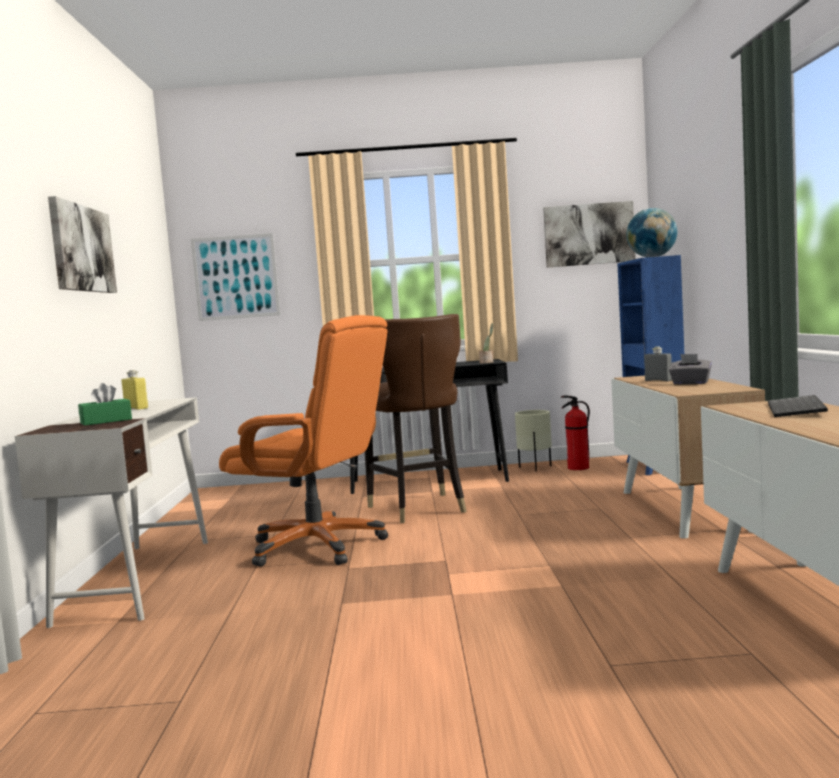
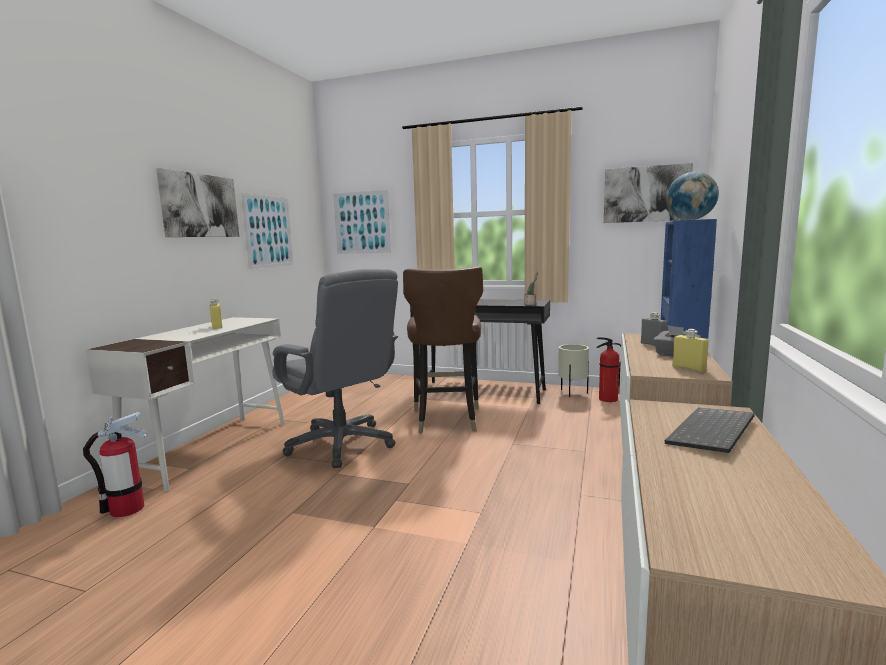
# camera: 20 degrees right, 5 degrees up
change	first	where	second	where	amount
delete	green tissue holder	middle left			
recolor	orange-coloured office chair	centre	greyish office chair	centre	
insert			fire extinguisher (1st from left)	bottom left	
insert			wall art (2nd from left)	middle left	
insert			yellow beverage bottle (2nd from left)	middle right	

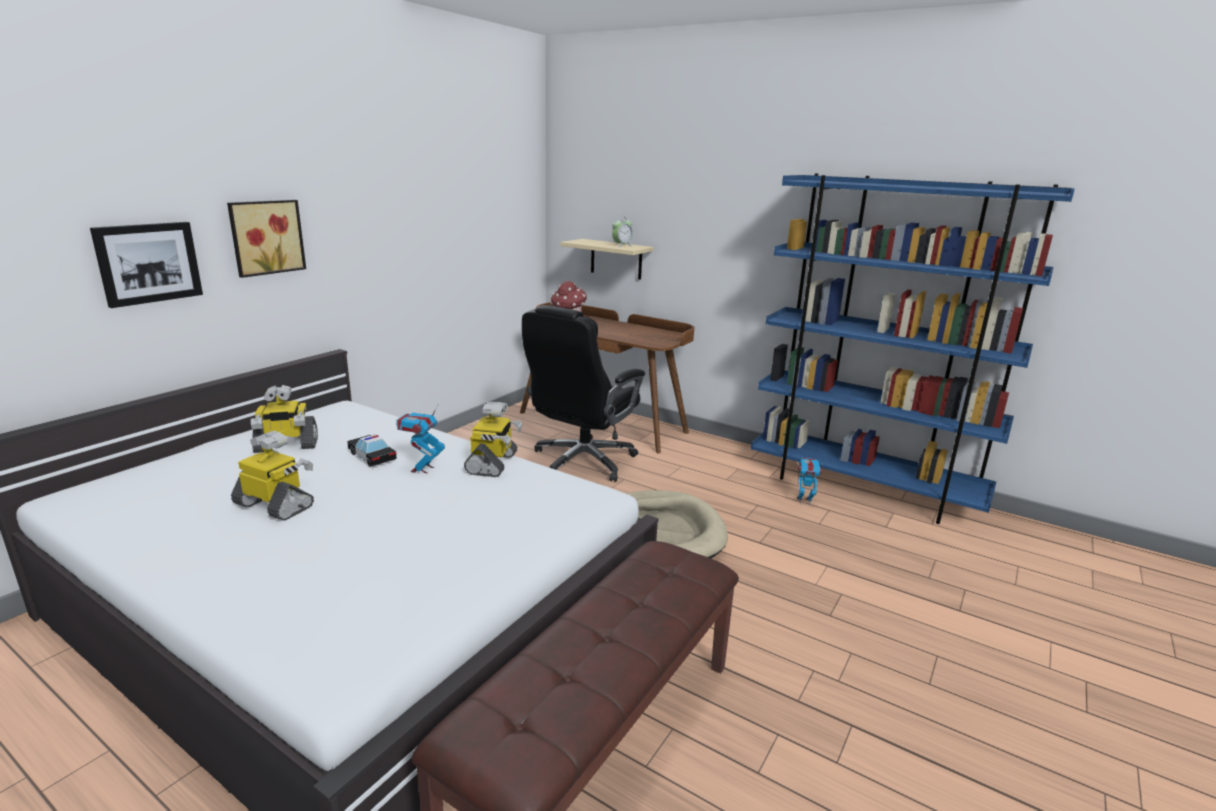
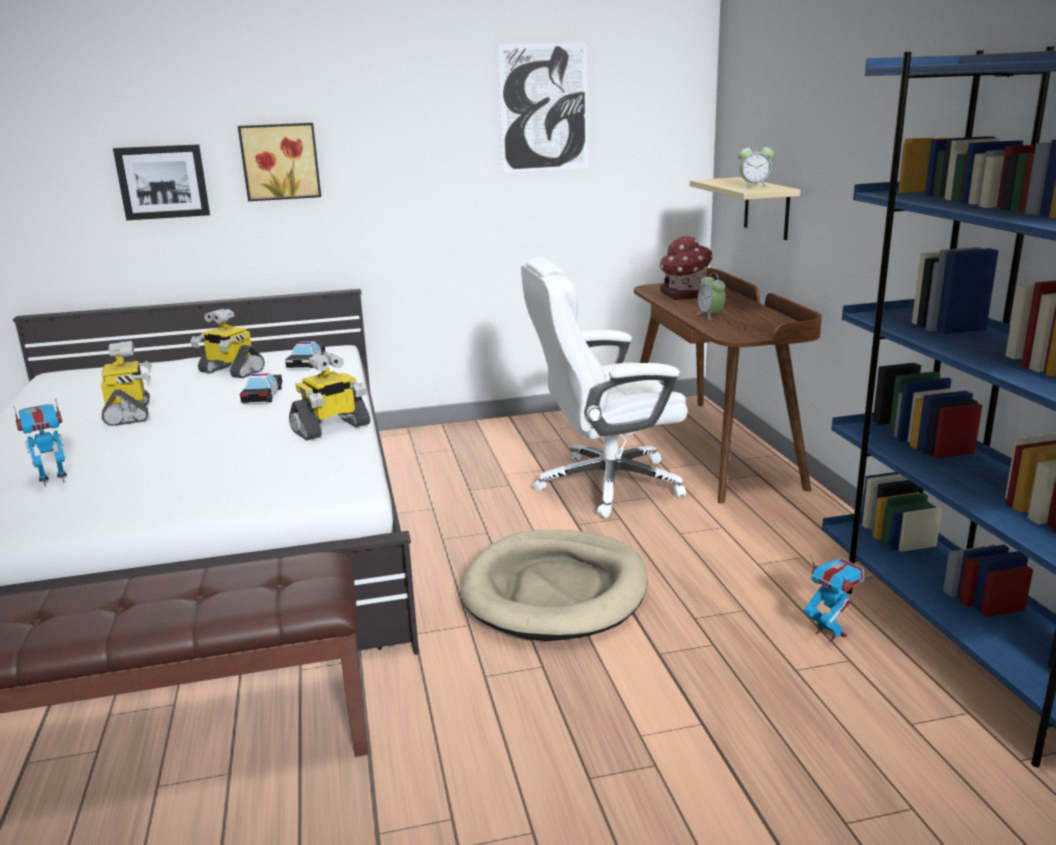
# camera: 45 degrees right, 0 degrees up
change	first	where	second	where	amount
move	model robot (3rd from left in the first image)	centre	model robot (1st from left)	middle left	
recolor	blackish office chair	centre	white-coloured office chair	centre	
insert			miniature car (2nd from left)	middle left	
insert			wall art (3rd from left)	top centre	
insert			table clock (1st from left)	middle right	

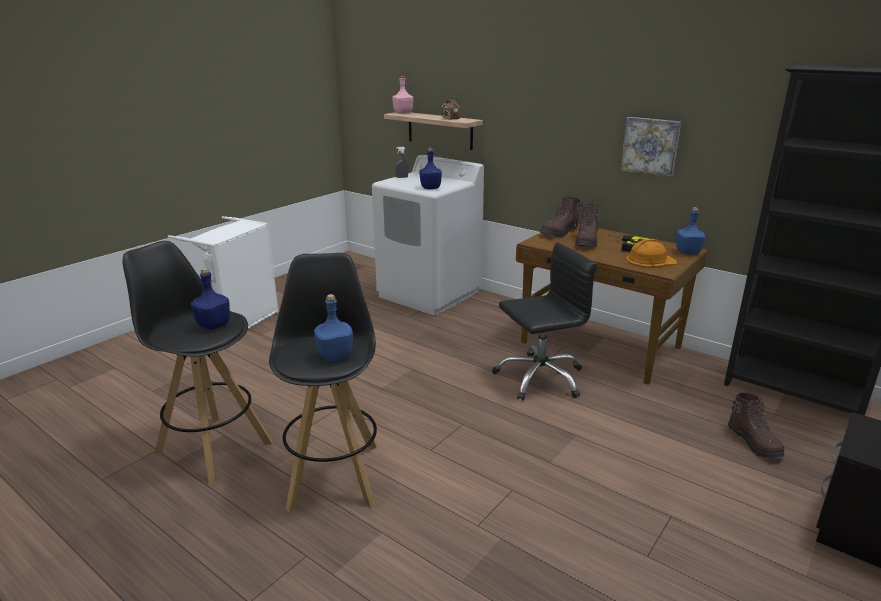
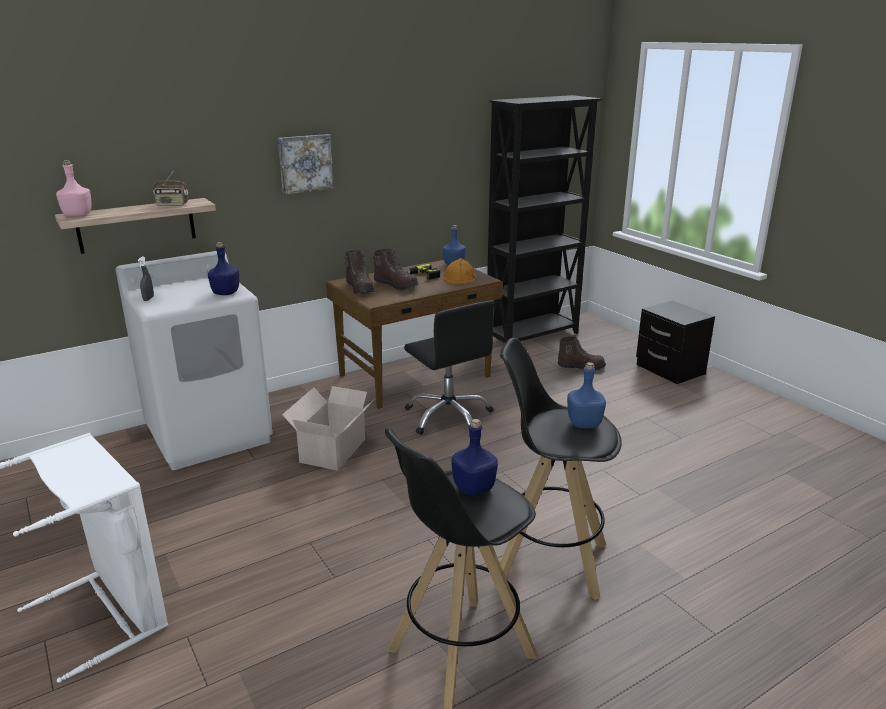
# camera: 70 degrees left, 0 degrees up
change	first	where	second	where	amount
rotate	blackish office chair	centre		centre	150 degrees clockwise
move	wall art	top right		top centre	
insert			packing box	centre	

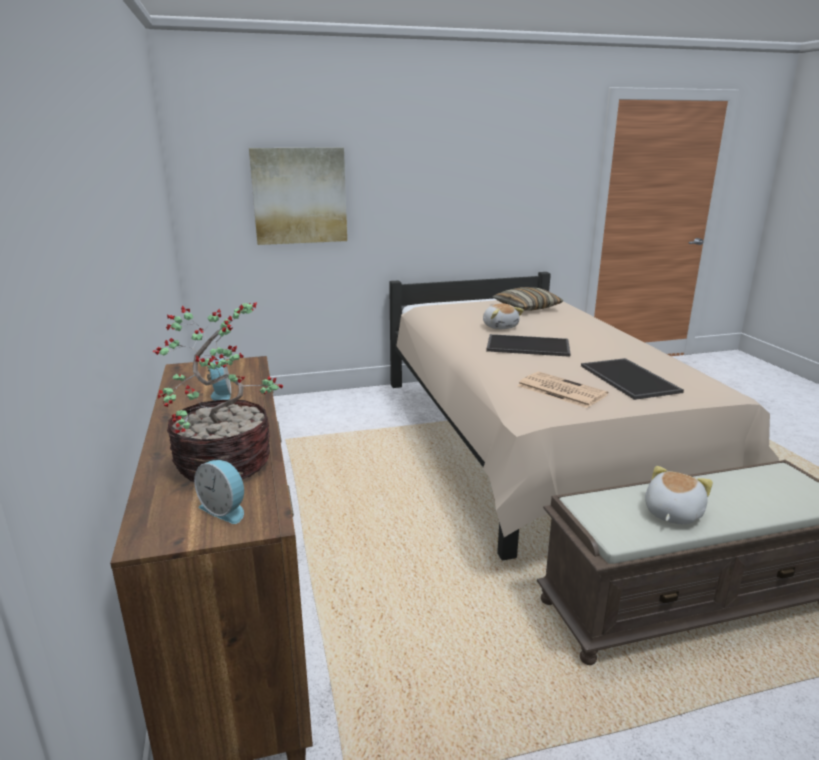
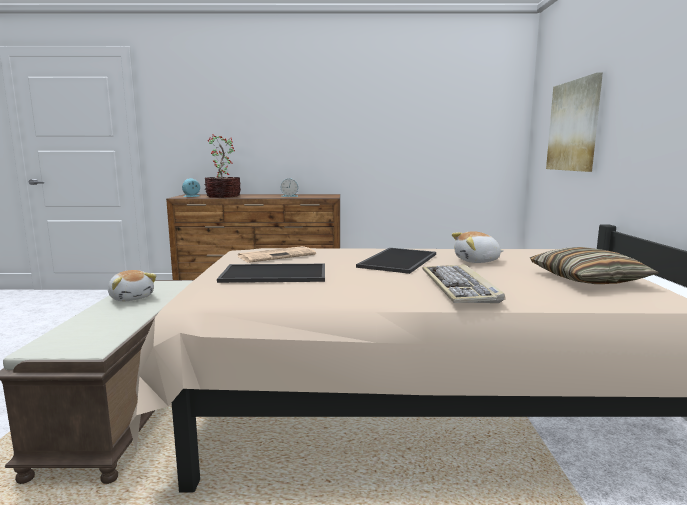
# camera: 105 degrees right, 10 degrees down
change	first	where	second	where	amount
insert			keyboard	middle right	

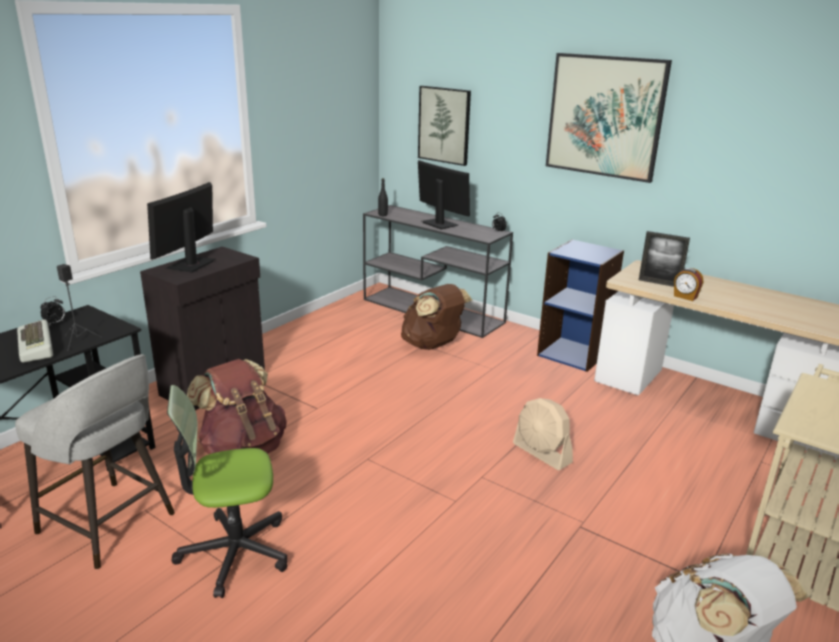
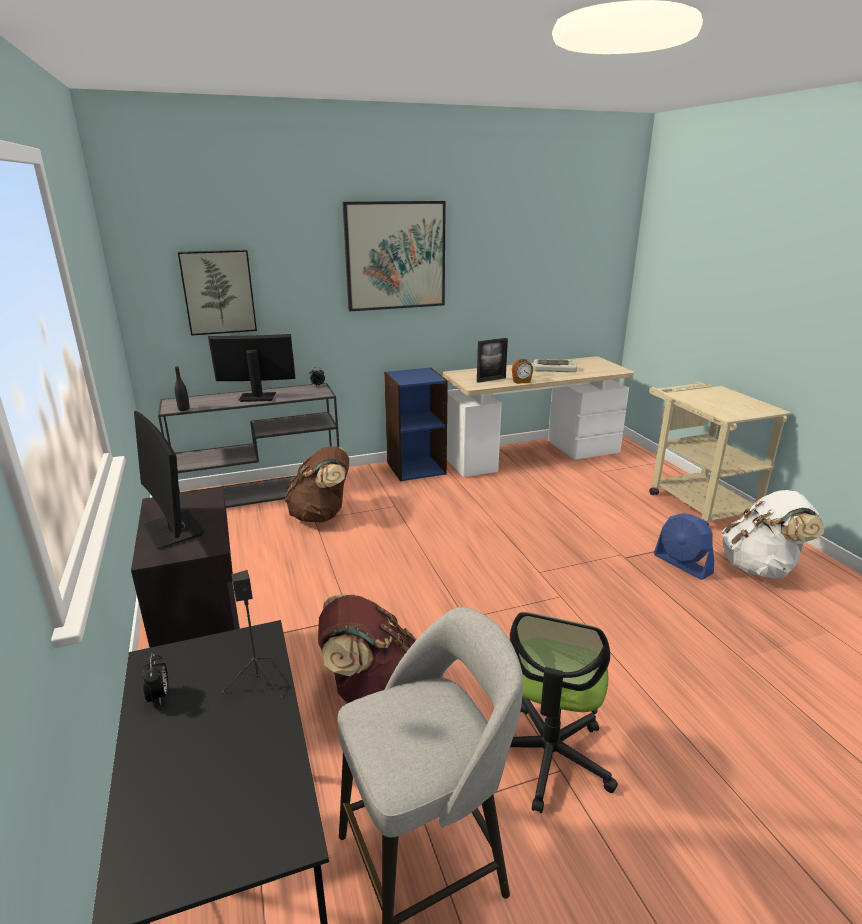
# camera: 55 degrees left, 0 degrees up
change	first	where	second	where	amount
move	keyboard	middle left		centre	
delete	beige fan	bottom centre			
insert			bluish fan	middle right	

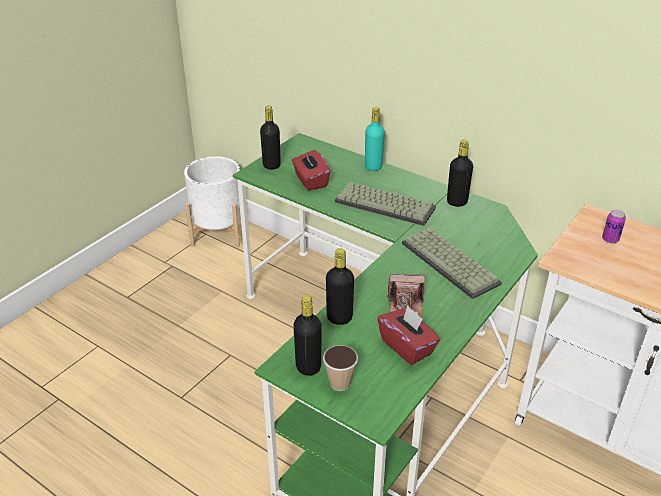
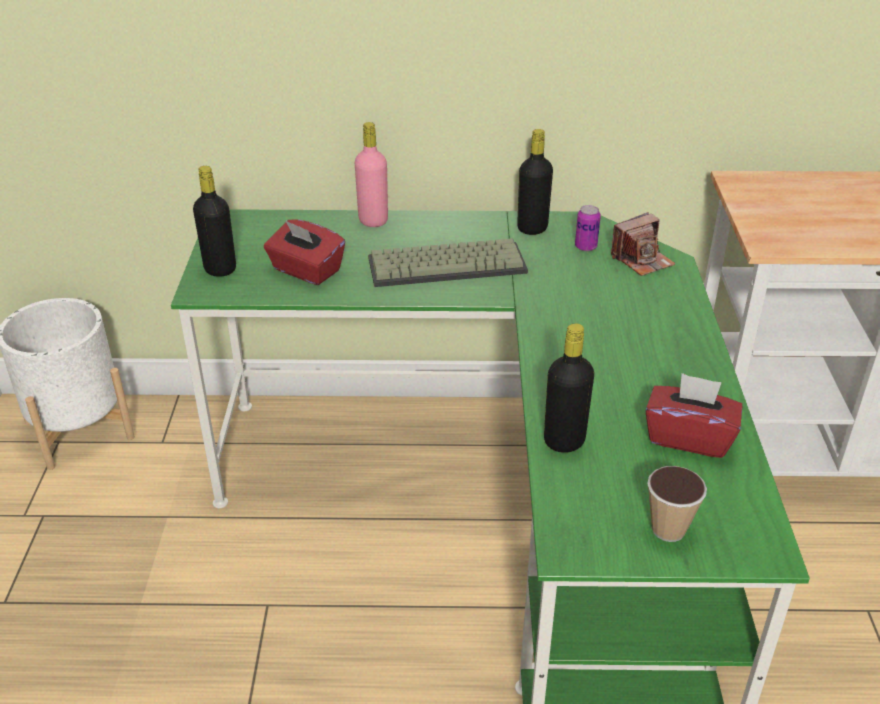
# camera: 35 degrees left, 0 degrees up
change	first	where	second	where	amount
delete	blackish beverage bottle (2nd from left)	bottom centre			
recolor	turquoise beverage bottle	top centre	pink-coloured beverage bottle	top centre	
move	still camera	centre		middle right	
delete	keyboard (2nd from left)	middle right			
move	can	middle right		top right	

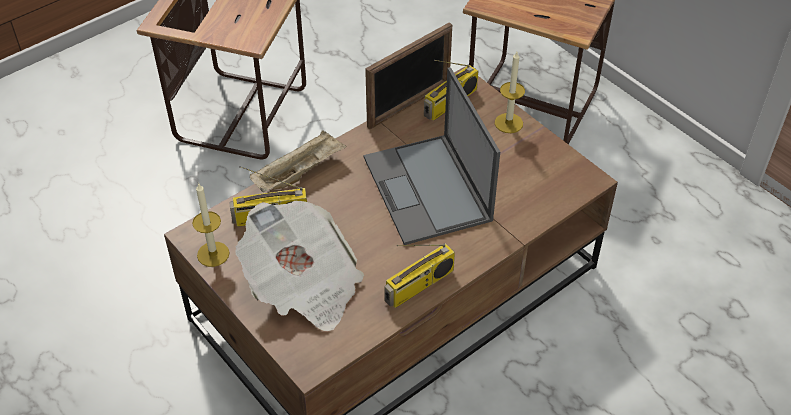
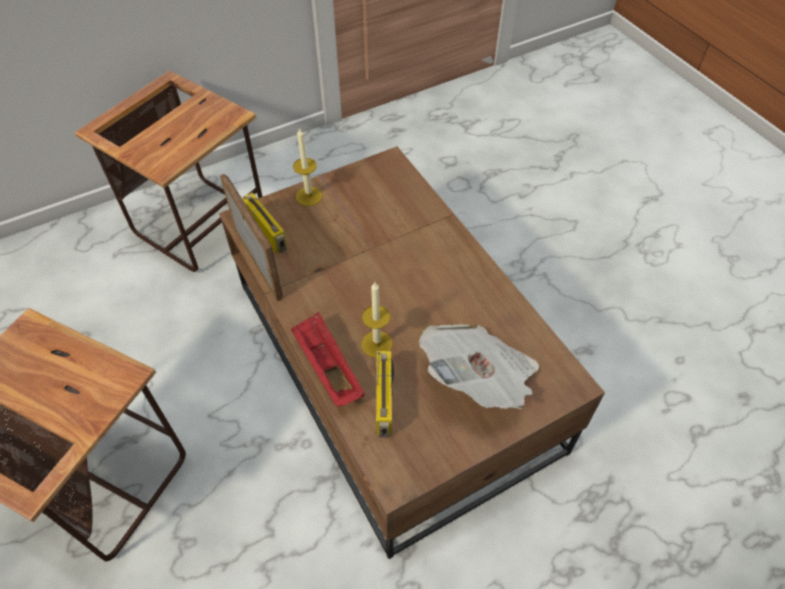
# camera: 80 degrees left, 5 degrees up
change	first	where	second	where	amount
move	candle (1st from left in the first image)	middle left	candle (2nd from left)	centre	
recolor	beige tray	centre	red-coloured tray	centre	
delete	laptop	centre			
delete	radio (2nd from left)	centre			

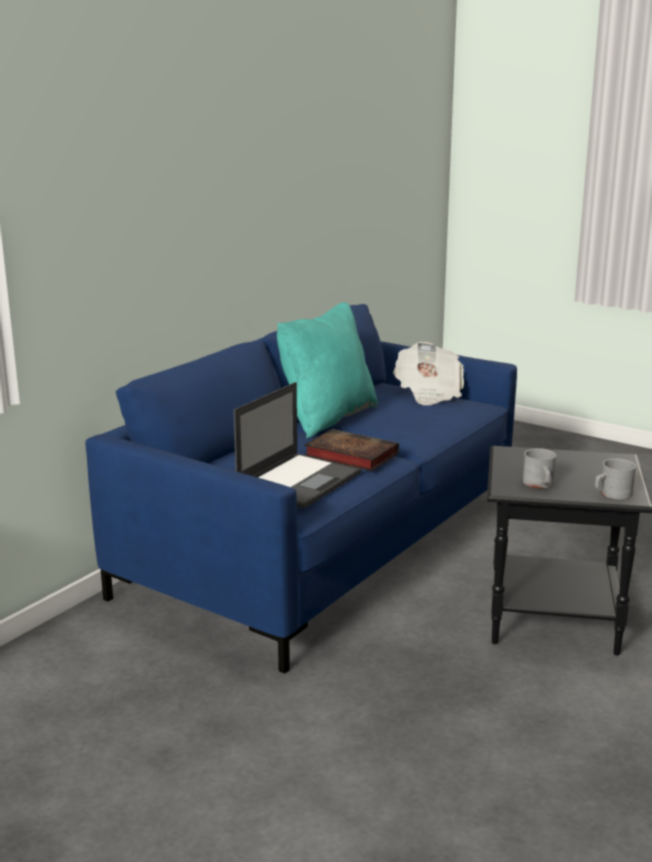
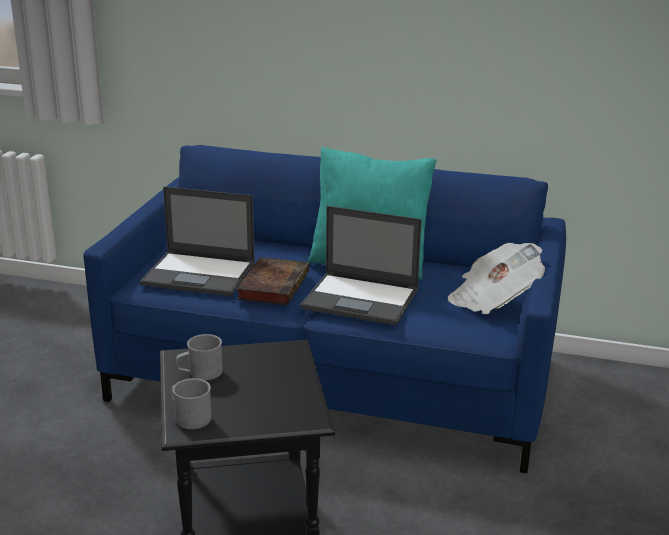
# camera: 70 degrees right, 5 degrees up
change	first	where	second	where	amount
insert			laptop (2nd from left)	centre	

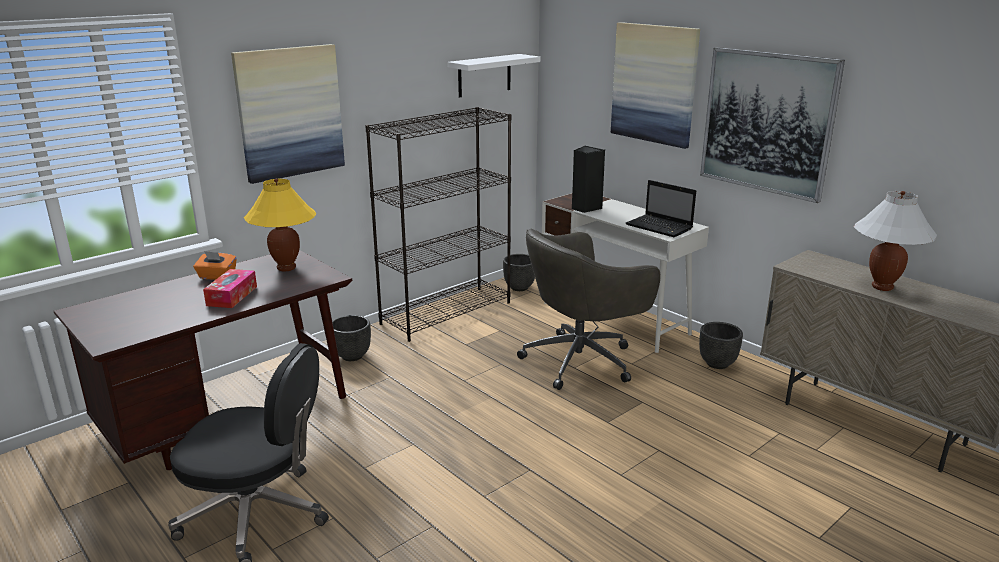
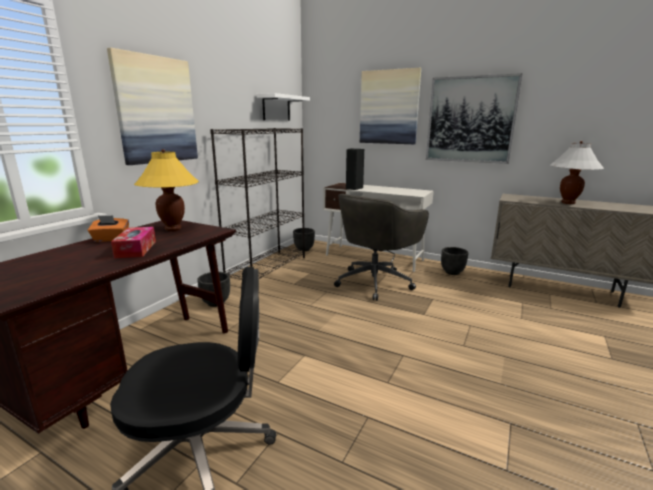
# camera: 20 degrees left, 5 degrees down
change	first	where	second	where	amount
delete	laptop	centre			

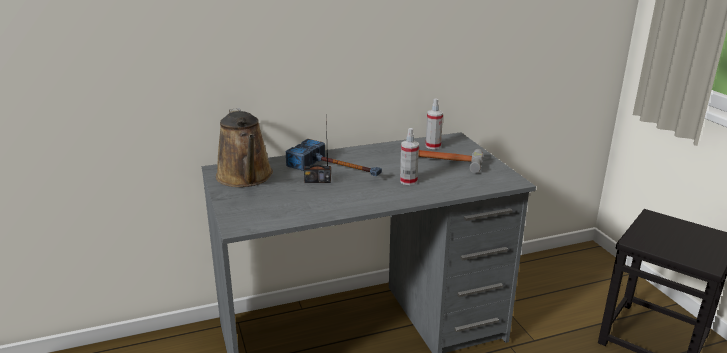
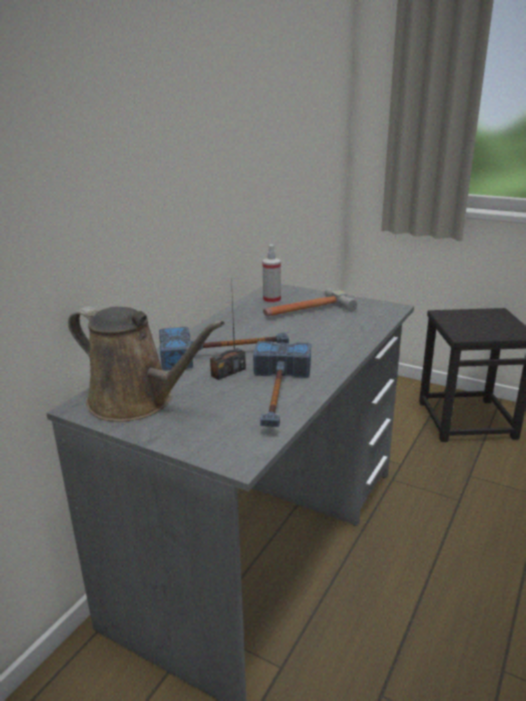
# camera: 40 degrees left, 0 degrees up
change	first	where	second	where	amount
delete	sprayer (1st from left)	centre			
insert			hand hammer (2nd from left)	centre	

